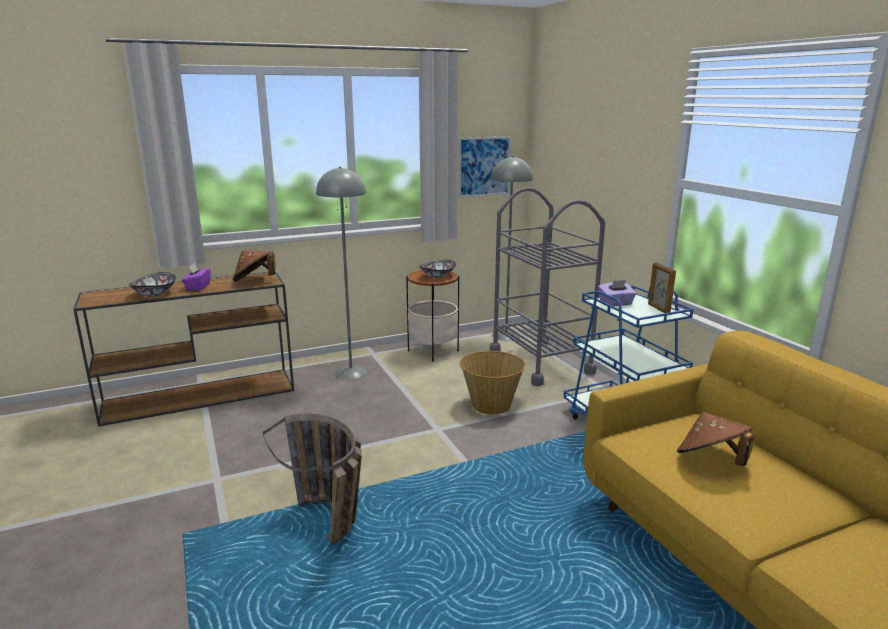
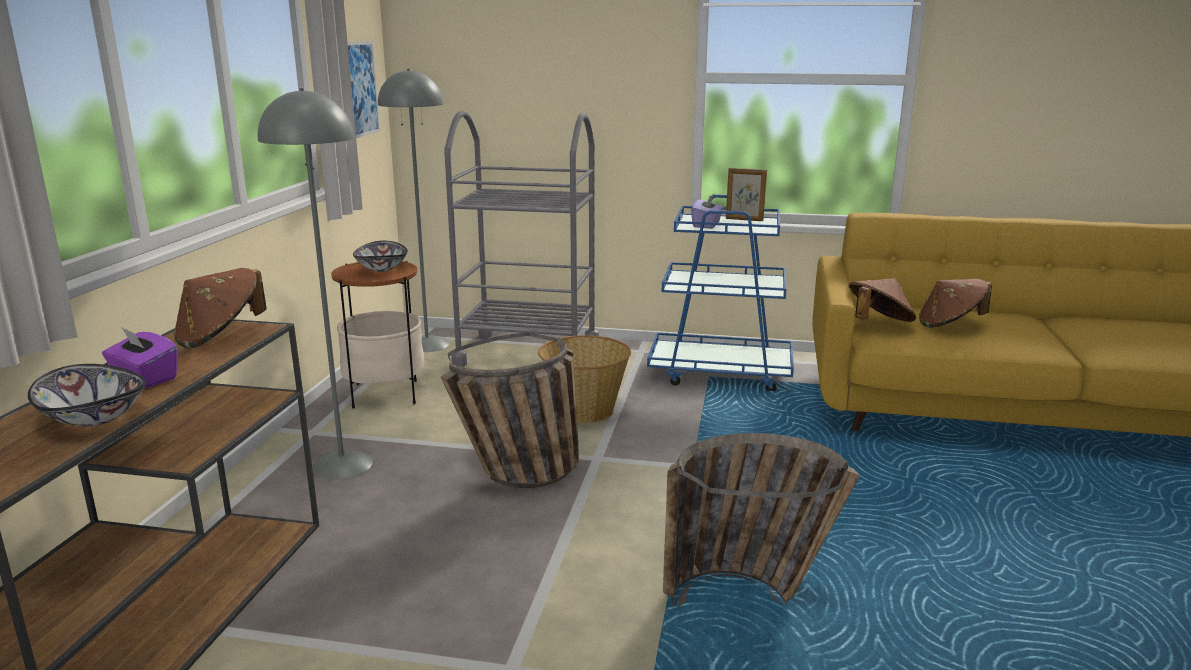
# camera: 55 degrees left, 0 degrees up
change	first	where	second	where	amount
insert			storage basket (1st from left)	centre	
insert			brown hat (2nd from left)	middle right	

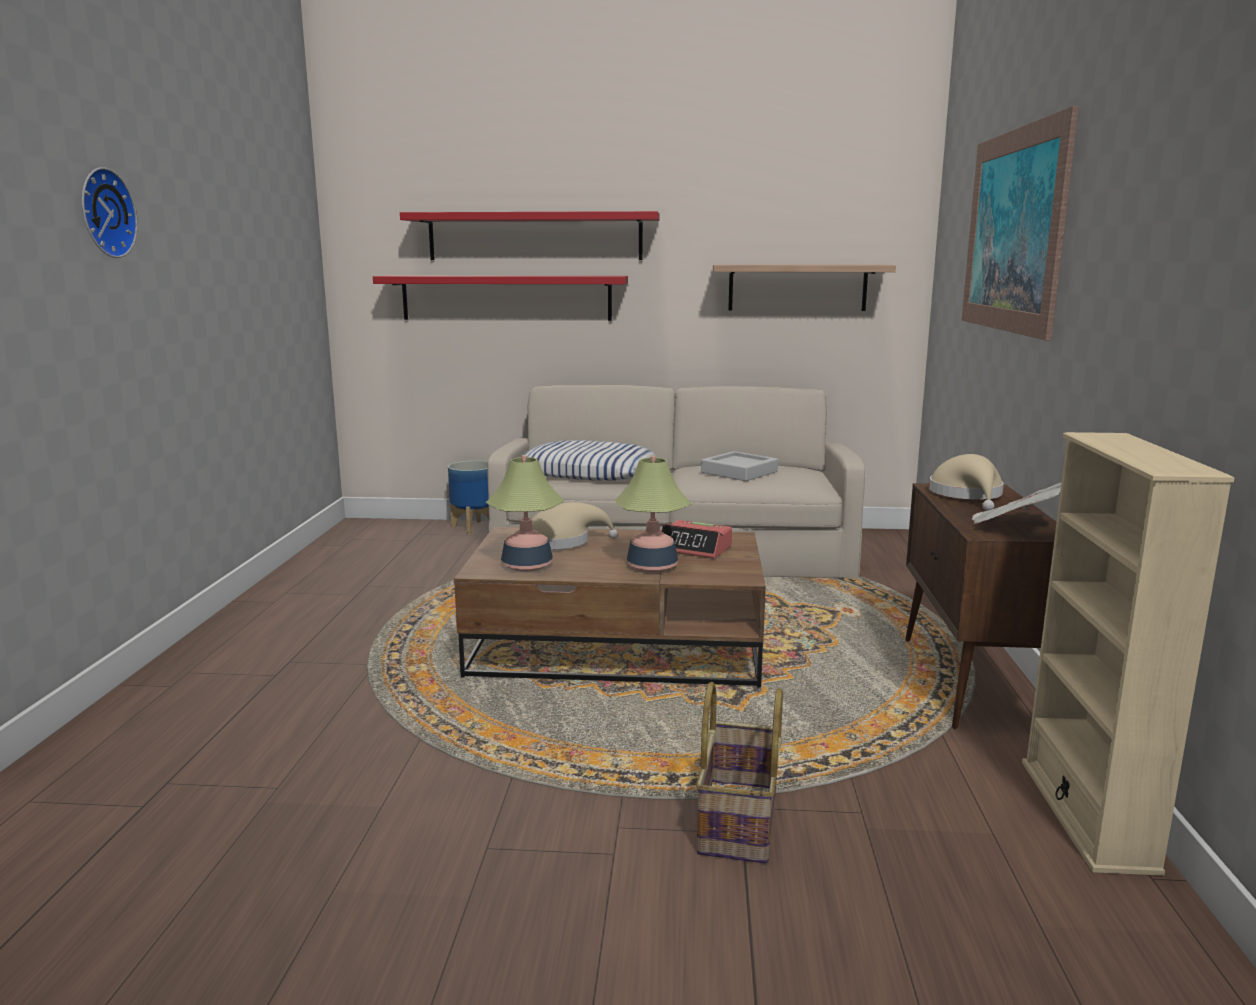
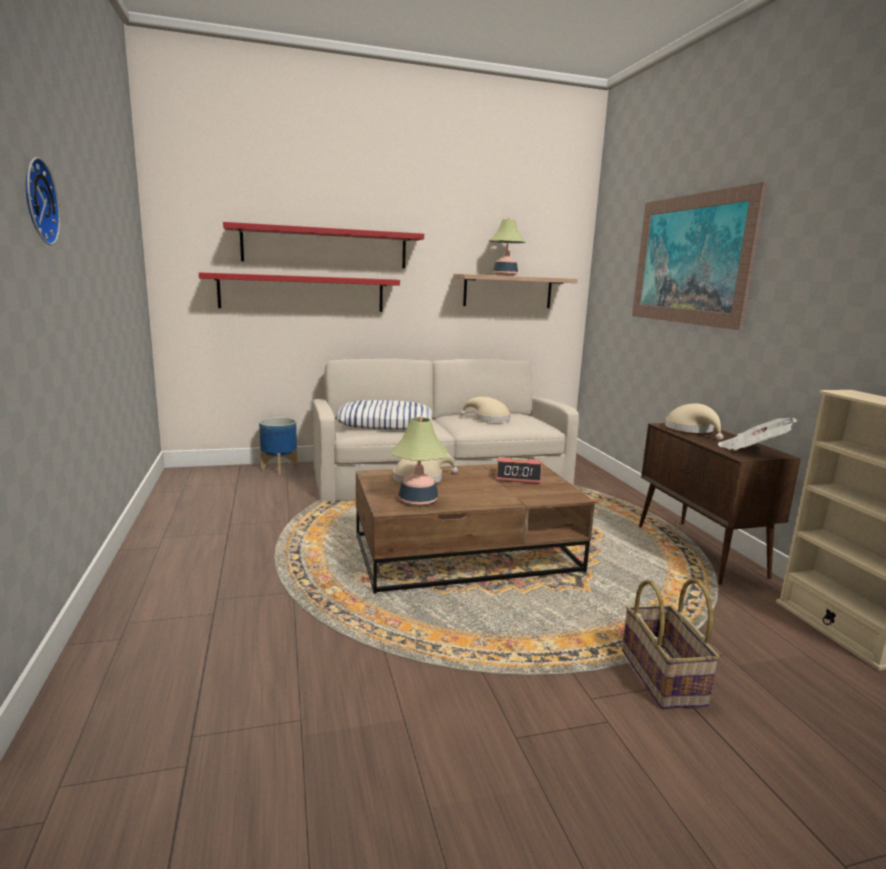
# camera: 20 degrees left, 0 degrees up
change	first	where	second	where	amount
move	lamp for a table (2nd from left)	centre		top centre	
replace	greyish tray	centre	beige hat (2nd from left)	centre	

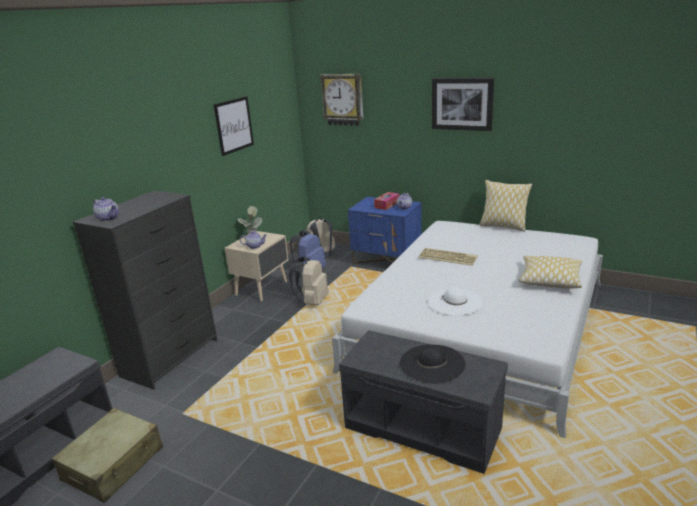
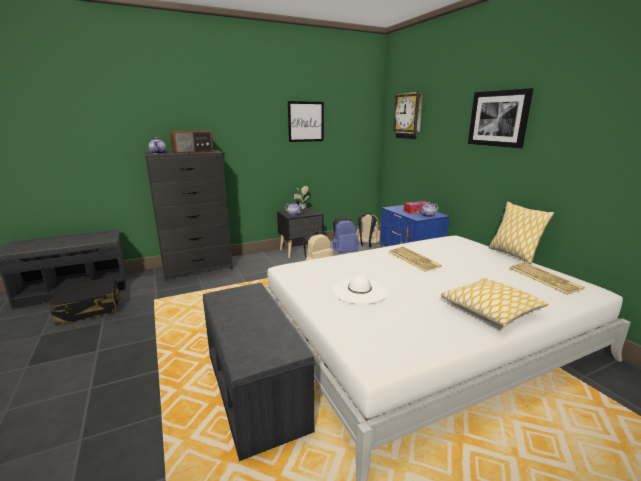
# camera: 35 degrees right, 5 degrees down
change	first	where	second	where	amount
recolor	beige travel case	bottom left	blackish travel case	middle left	
recolor	beige nightstand	centre	blackish nightstand	centre	
delete	blackish hat	bottom centre			
insert			radio	top left	
insert			keyboard (2nd from left)	middle right	

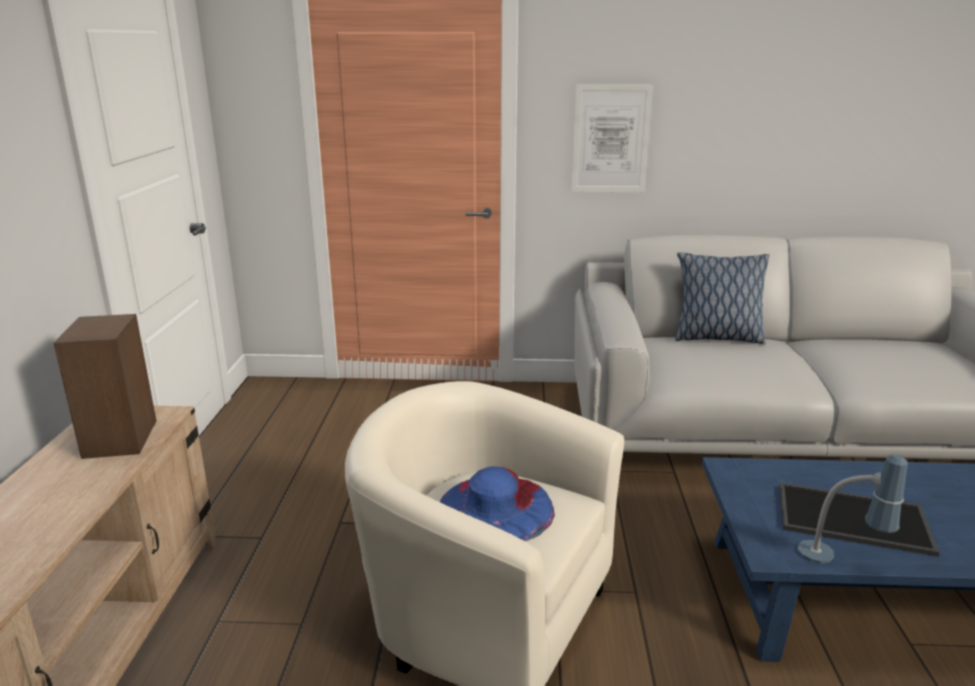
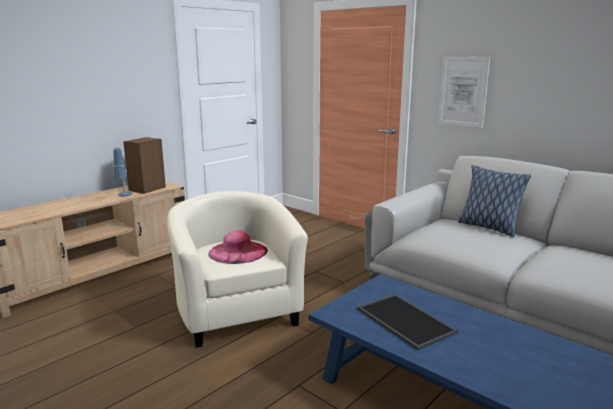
# camera: 40 degrees right, 5 degrees down
change	first	where	second	where	amount
recolor	bluish hat	bottom centre	pink-coloured hat	centre	
move	lamp for a table	bottom right		middle left	

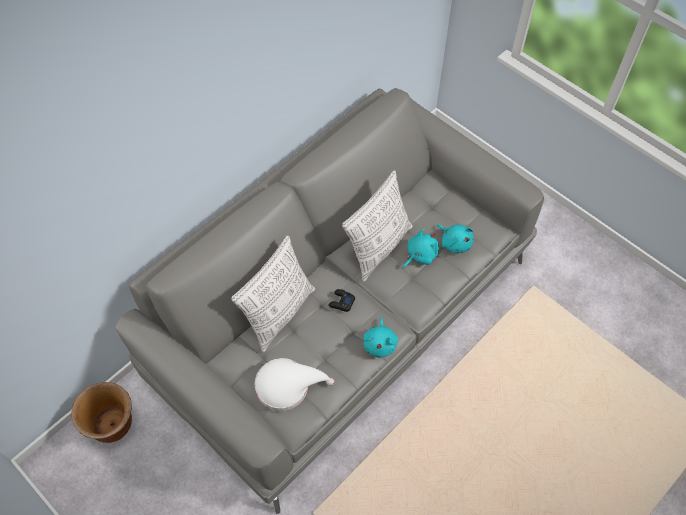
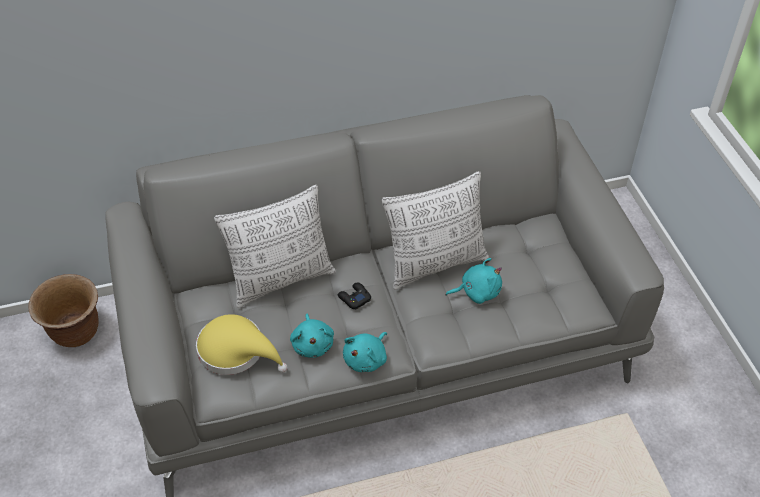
# camera: 30 degrees right, 10 degrees down
change	first	where	second	where	amount
recolor	white-coloured hat	bottom centre	yellow hat	bottom left	
move	turquoise plush toy (3rd from left in the first image)	centre	turquoise plush toy (1st from left)	bottom centre	

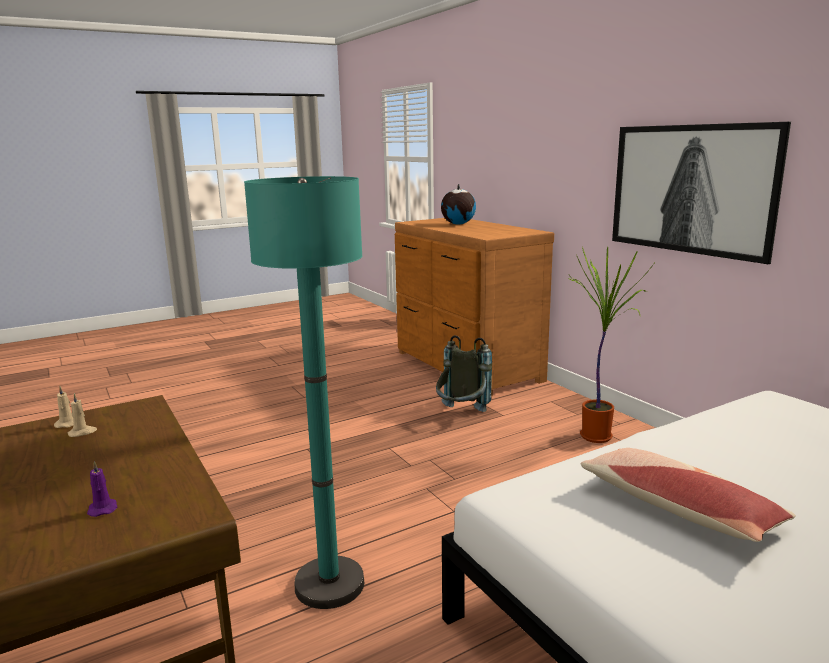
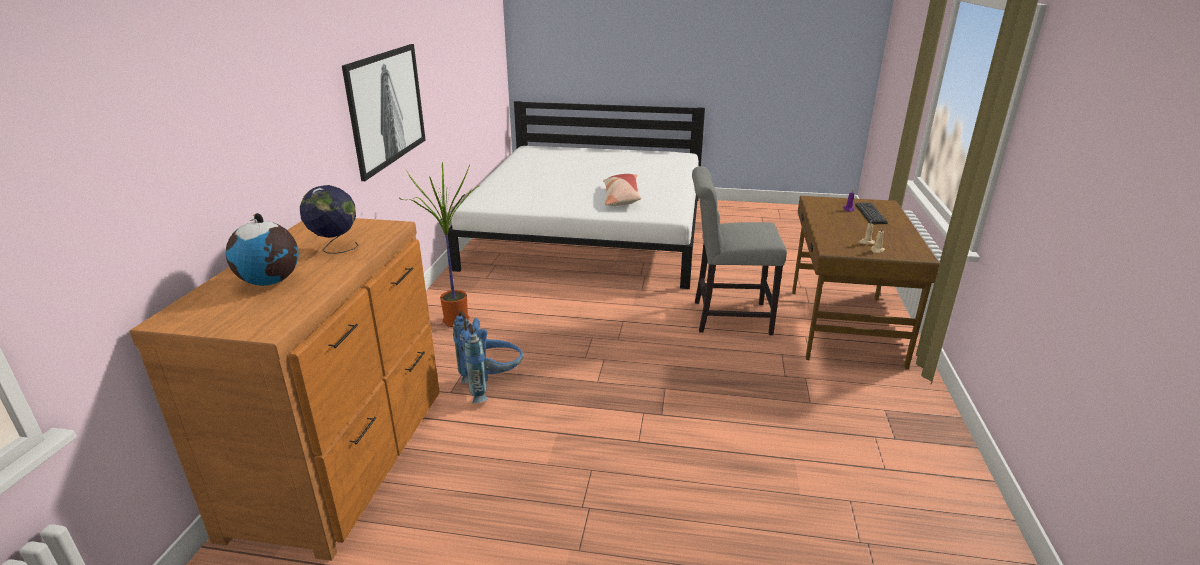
# camera: 140 degrees left, 10 degrees up
change	first	where	second	where	amount
replace	turquoise standing lamp	centre	greyish plain chair	centre	
recolor	greyish rucksack	centre	bluish rucksack	centre	
insert			desk globe (2nd from left)	middle left	
insert			keyboard	middle right	

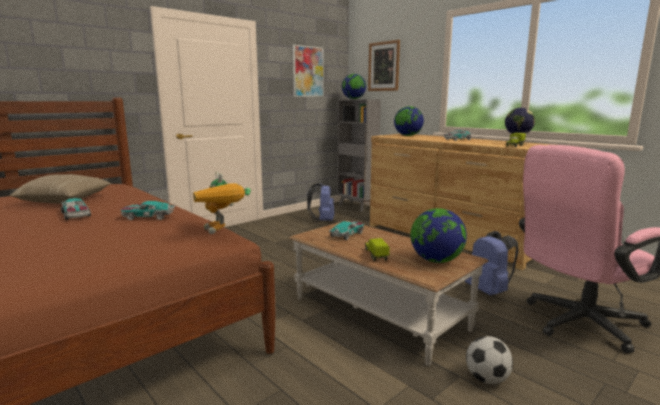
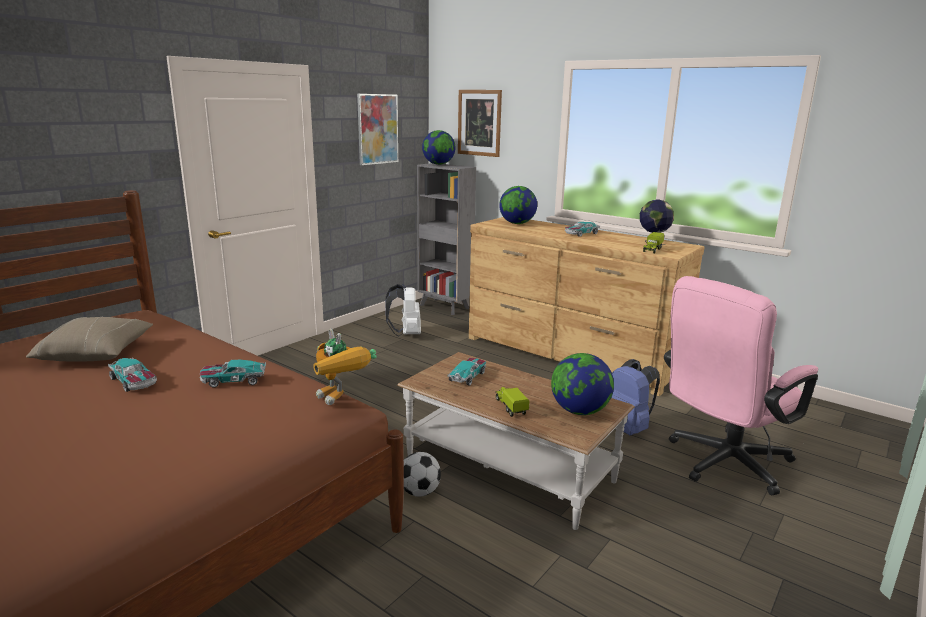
# camera: 10 degrees left, 5 degrees up
change	first	where	second	where	amount
recolor	bluish rucksack (1st from left)	centre	white-coloured rucksack	centre	
move	football	bottom right		bottom centre	

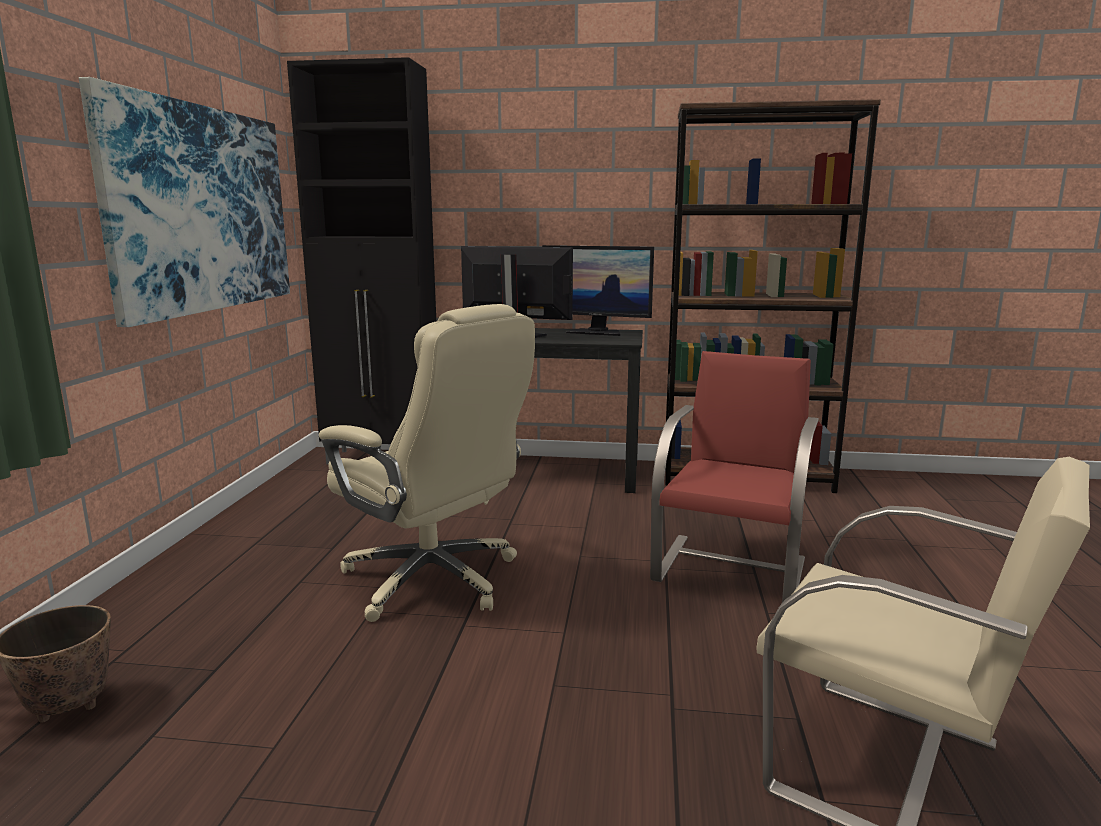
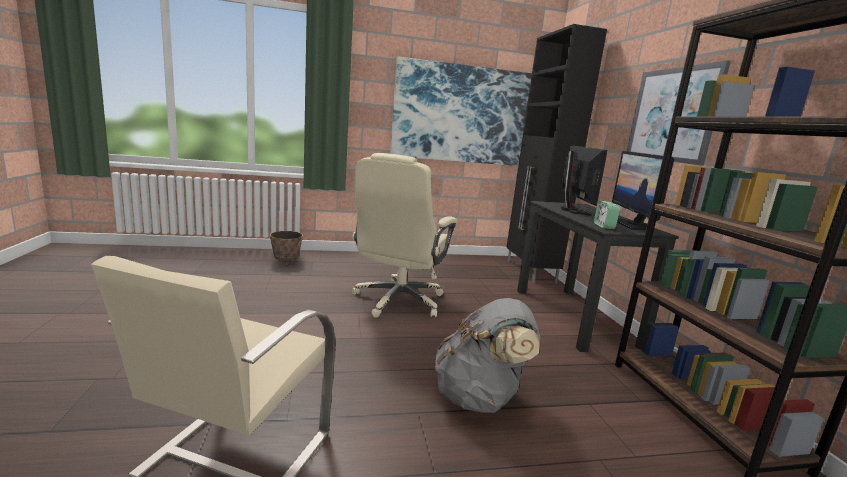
# camera: 70 degrees right, 0 degrees up
change	first	where	second	where	amount
replace	red-coloured plain chair	middle right	greyish rucksack	bottom centre	
insert			table clock	middle right	
insert			wall art (2nd from left)	top right	

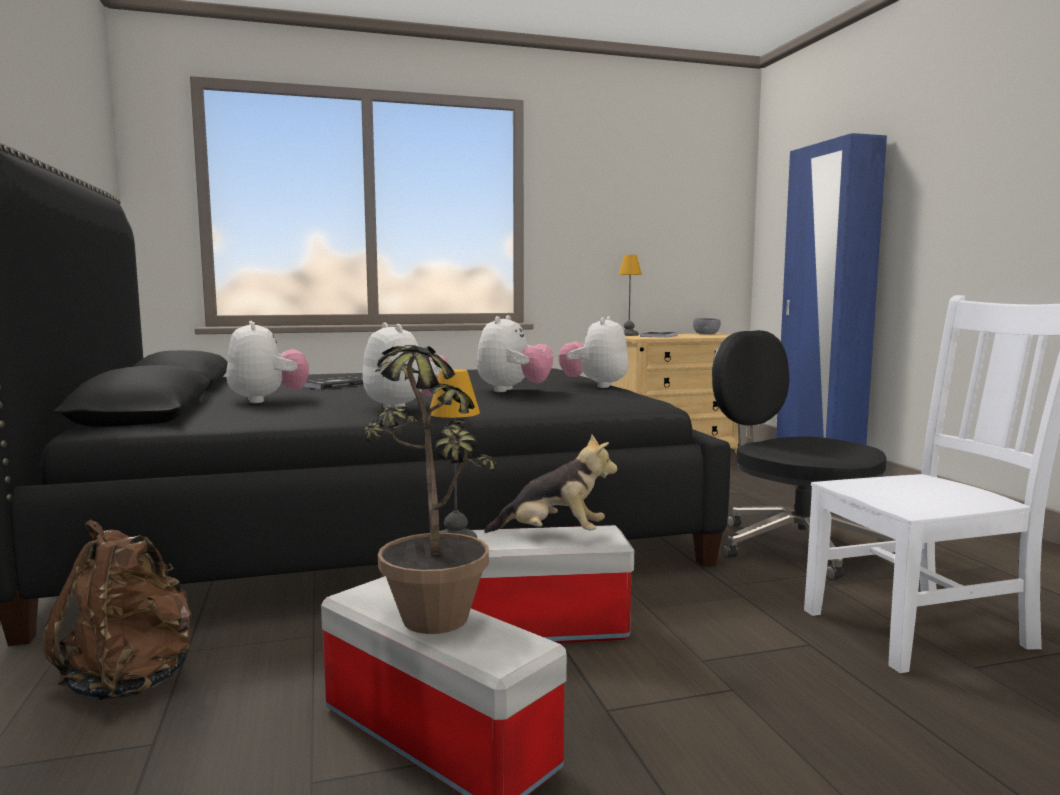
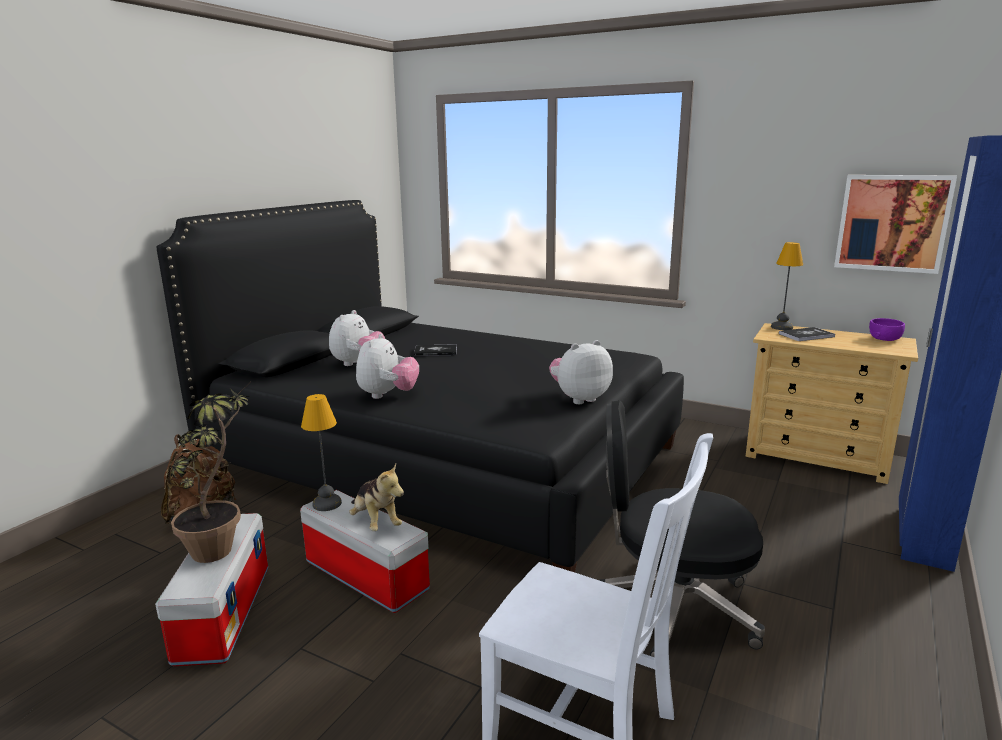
# camera: 45 degrees right, 10 degrees up
change	first	where	second	where	amount
delete	plush toy (3rd from left)	centre			
recolor	greyish deep dish	middle right	purple-coloured deep dish	middle right	
rotate	blackish office chair	middle right		bottom right	90 degrees counterclockwise
insert			wall art	top right	

